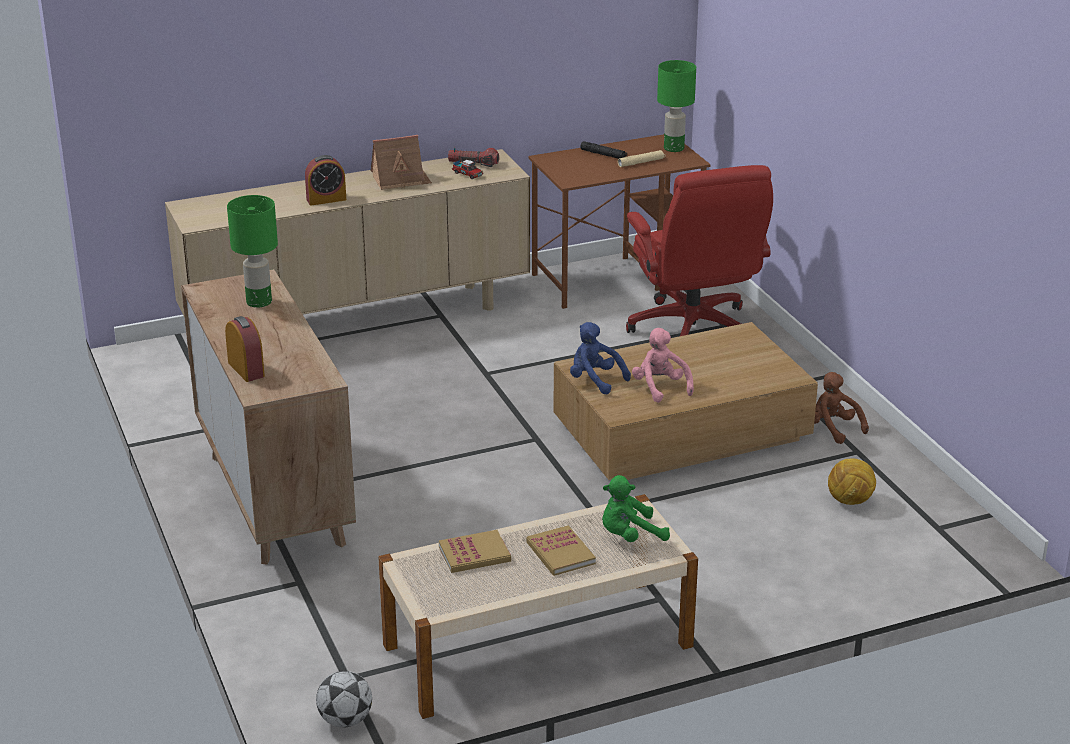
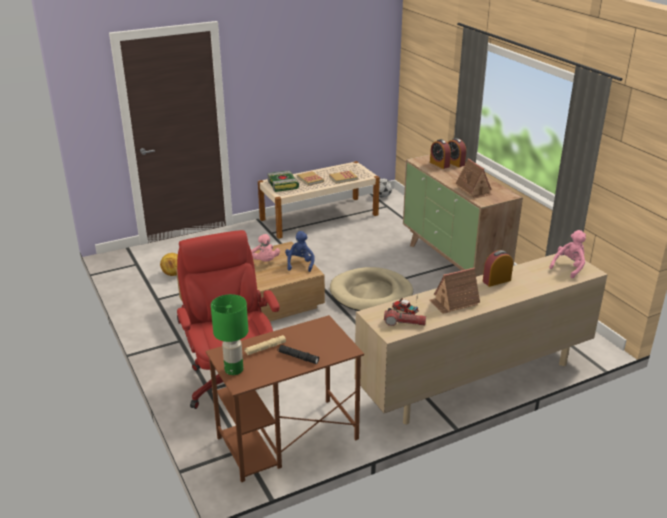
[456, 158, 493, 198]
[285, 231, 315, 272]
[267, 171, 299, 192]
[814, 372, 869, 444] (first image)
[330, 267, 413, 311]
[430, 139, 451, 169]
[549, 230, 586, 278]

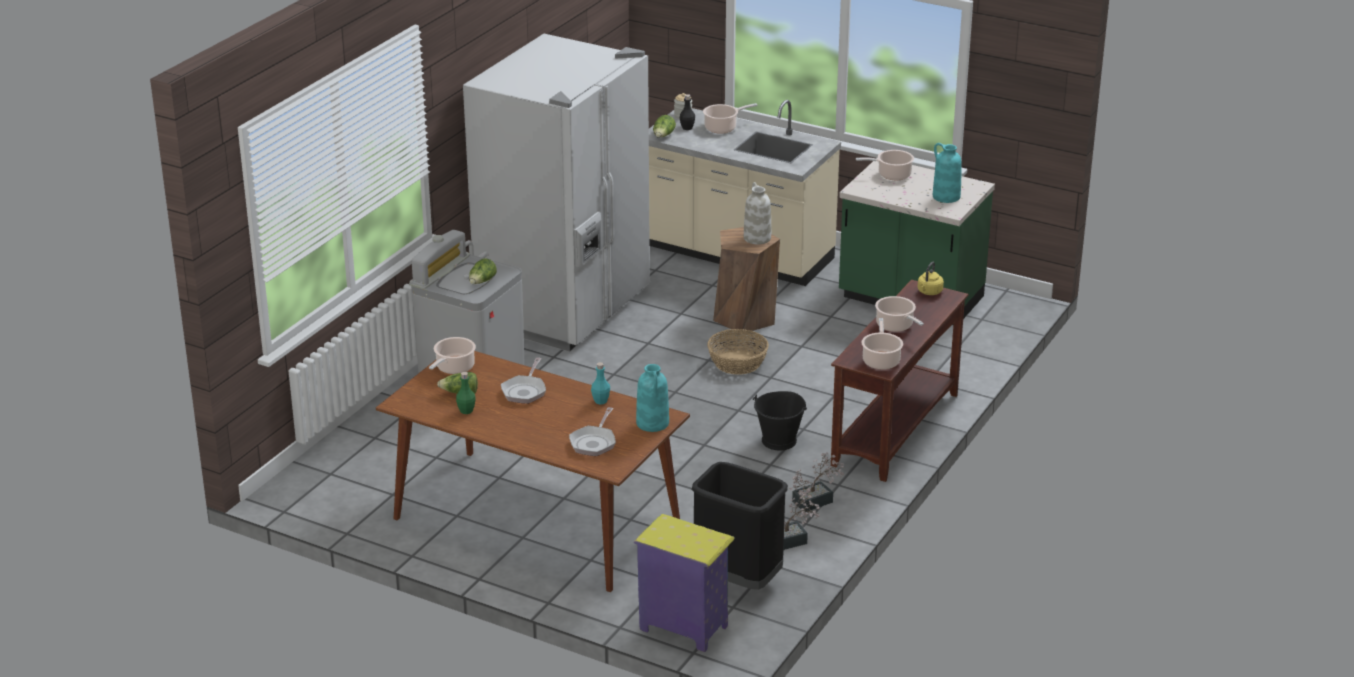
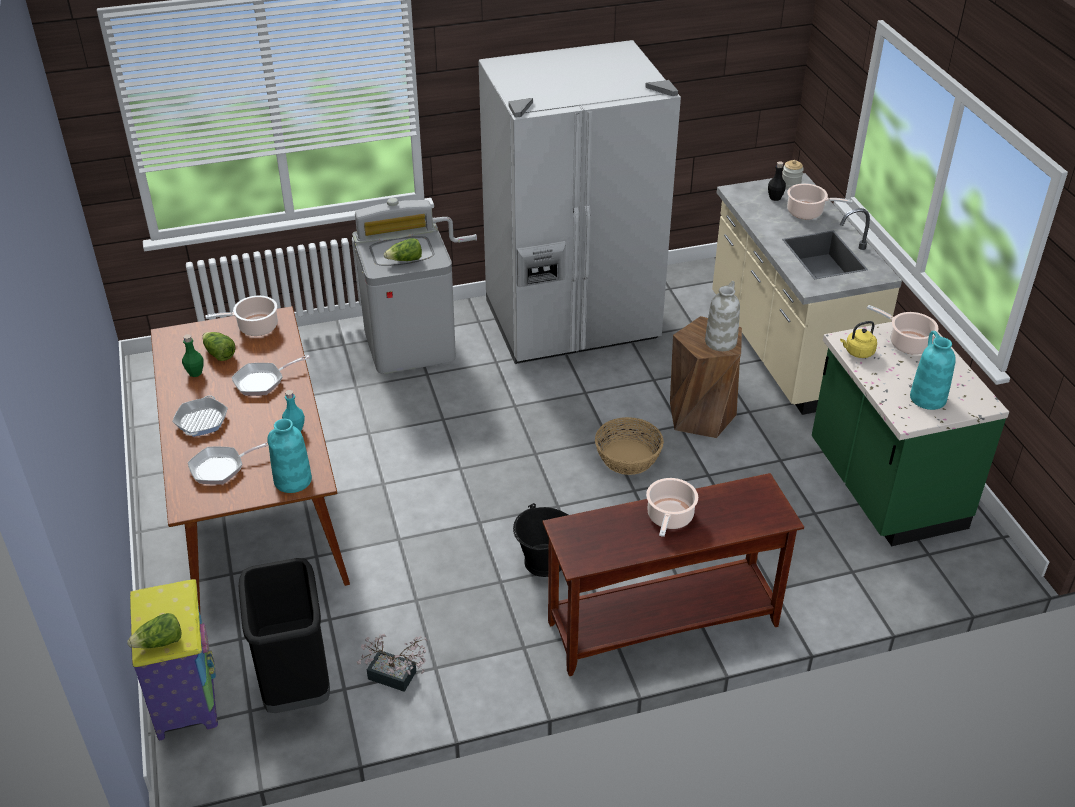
[127, 613, 181, 648]
[789, 452, 845, 512] (first image)
[861, 318, 903, 370] (first image)
[840, 321, 877, 358]
[172, 395, 228, 437]

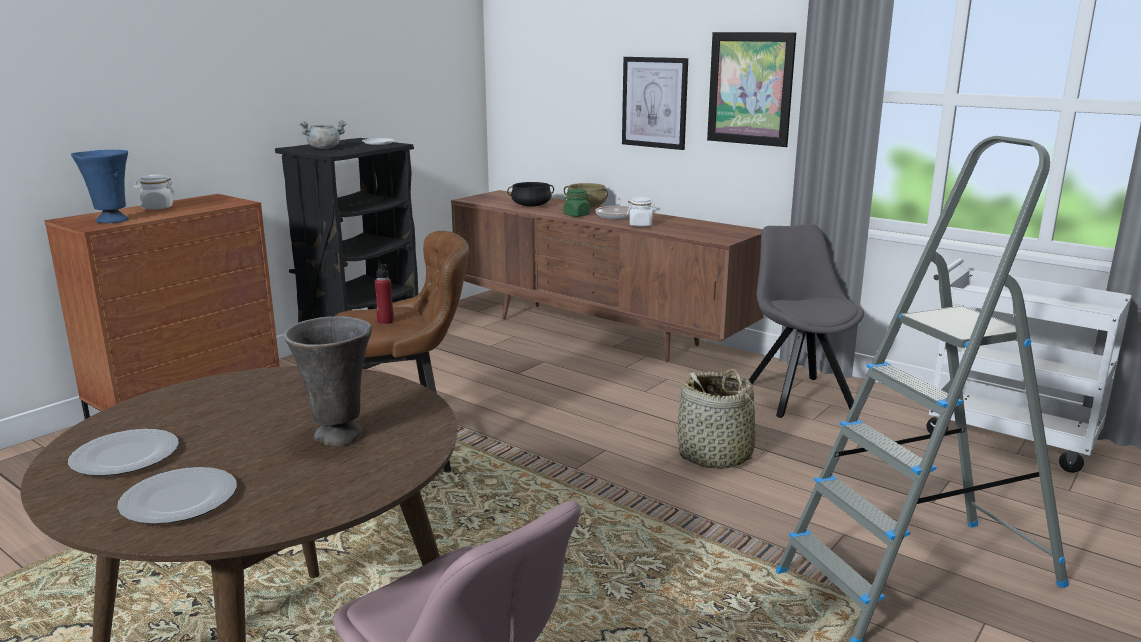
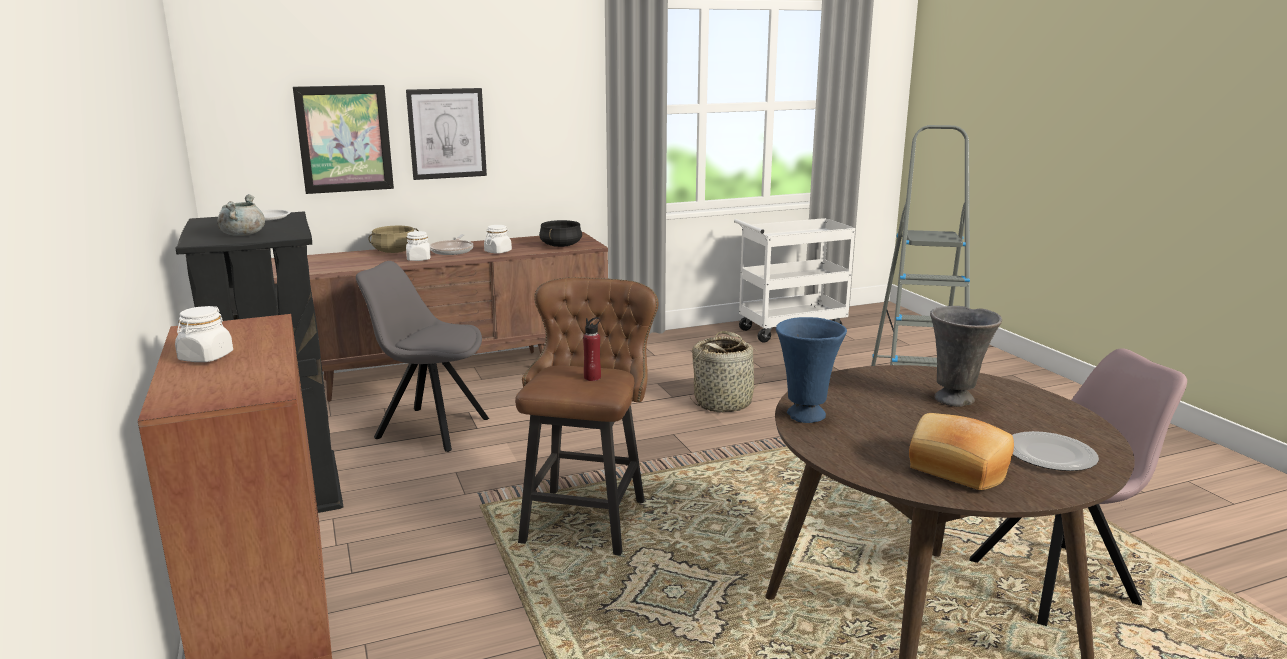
[909, 413, 1014, 490]
[776, 317, 847, 423]
[539, 220, 582, 247]
[406, 231, 431, 261]
[293, 85, 394, 194]
[356, 261, 489, 452]

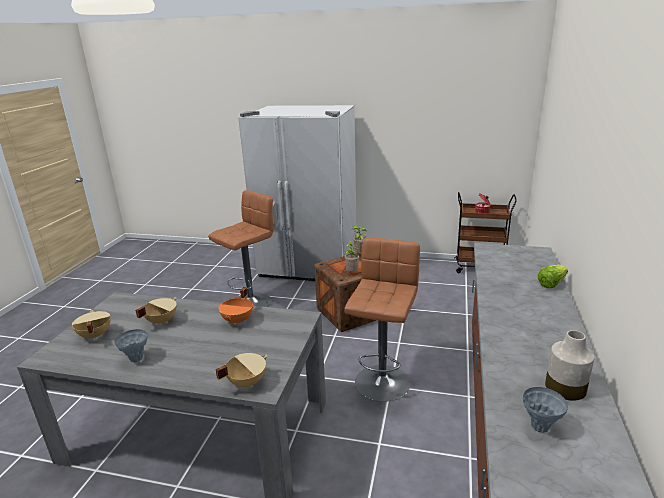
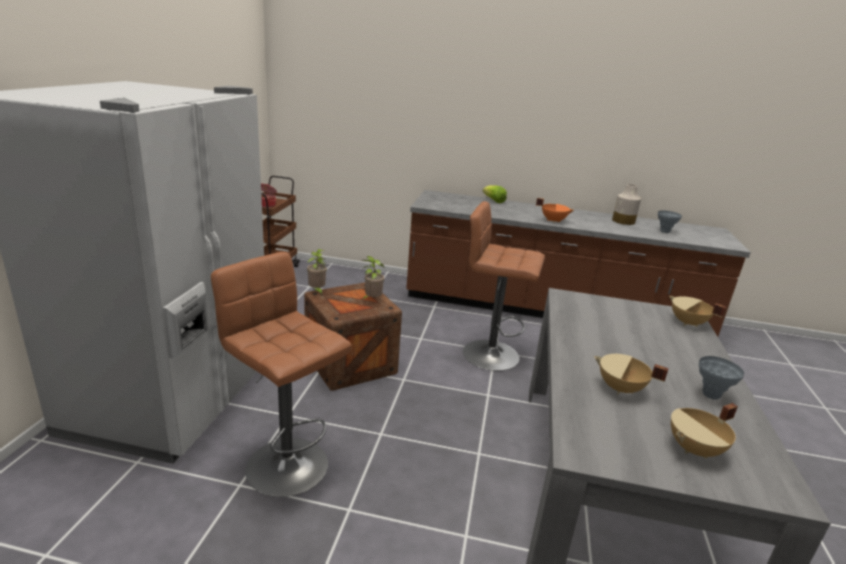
[536, 198, 574, 223]

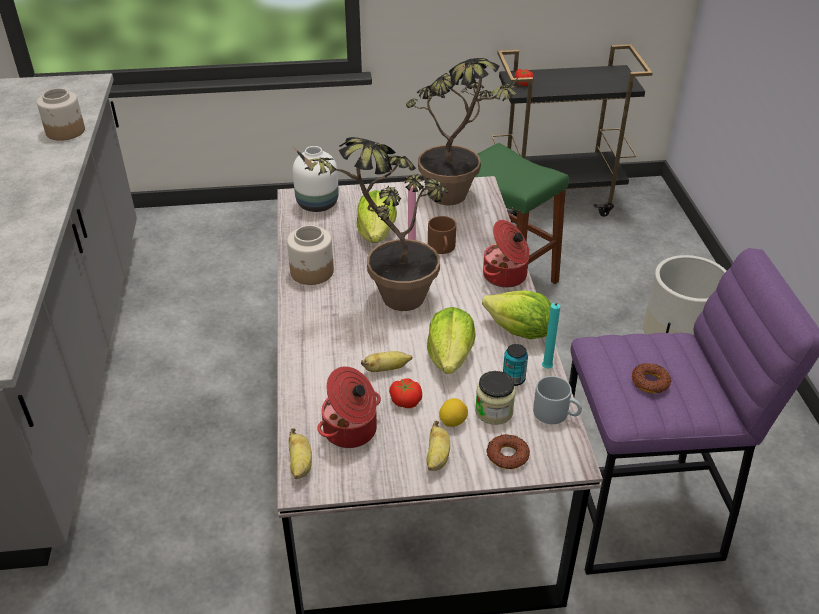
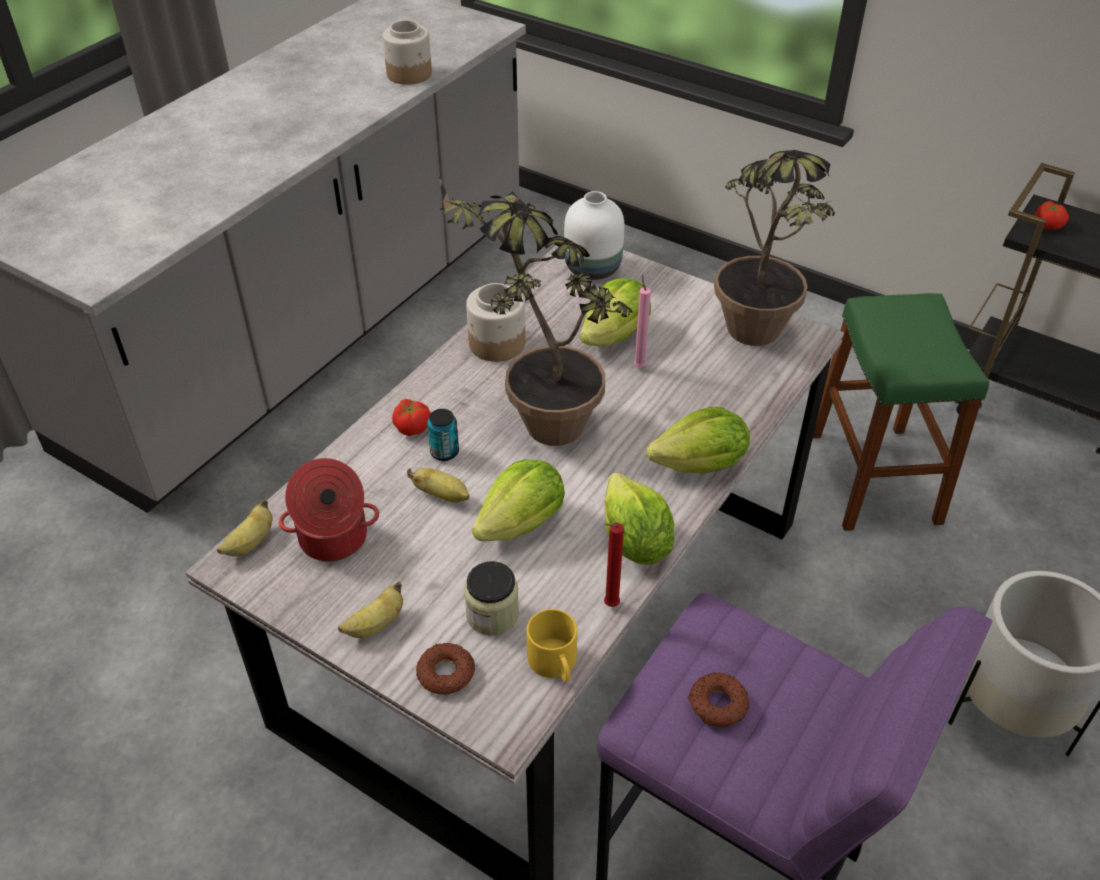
[392, 399, 431, 436]
[428, 216, 456, 254] (first image)
[439, 398, 468, 427] (first image)
[647, 407, 750, 474]
[427, 409, 459, 461]
[527, 609, 577, 682]
[604, 523, 624, 607]

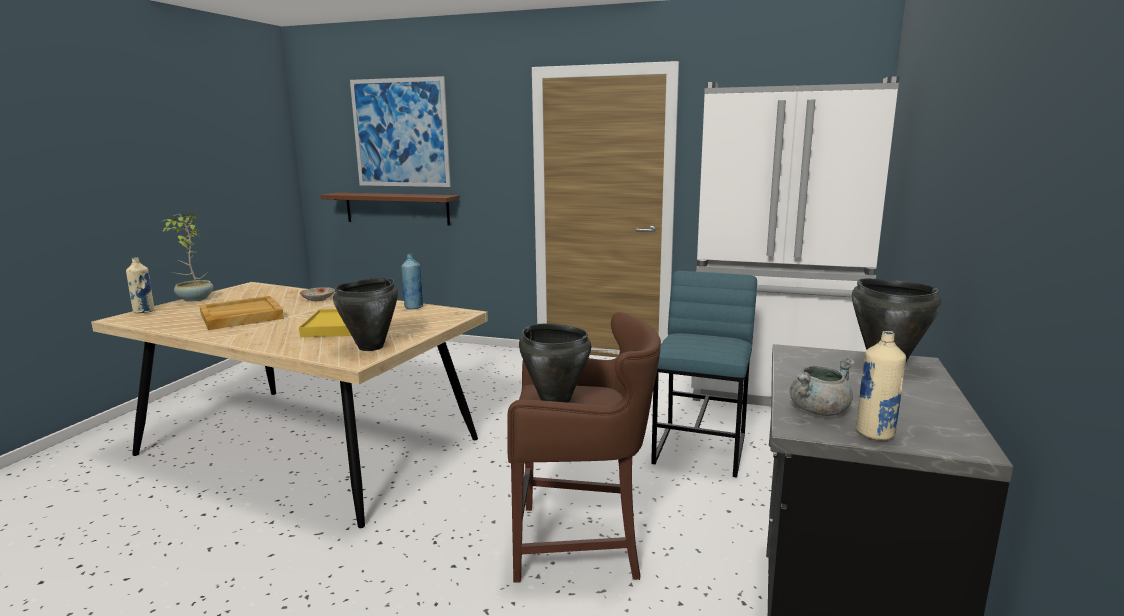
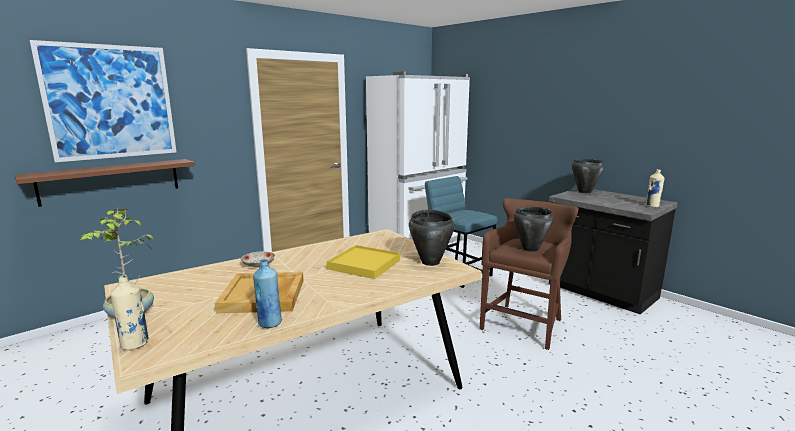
[253, 259, 282, 328]
[790, 357, 855, 416] (first image)

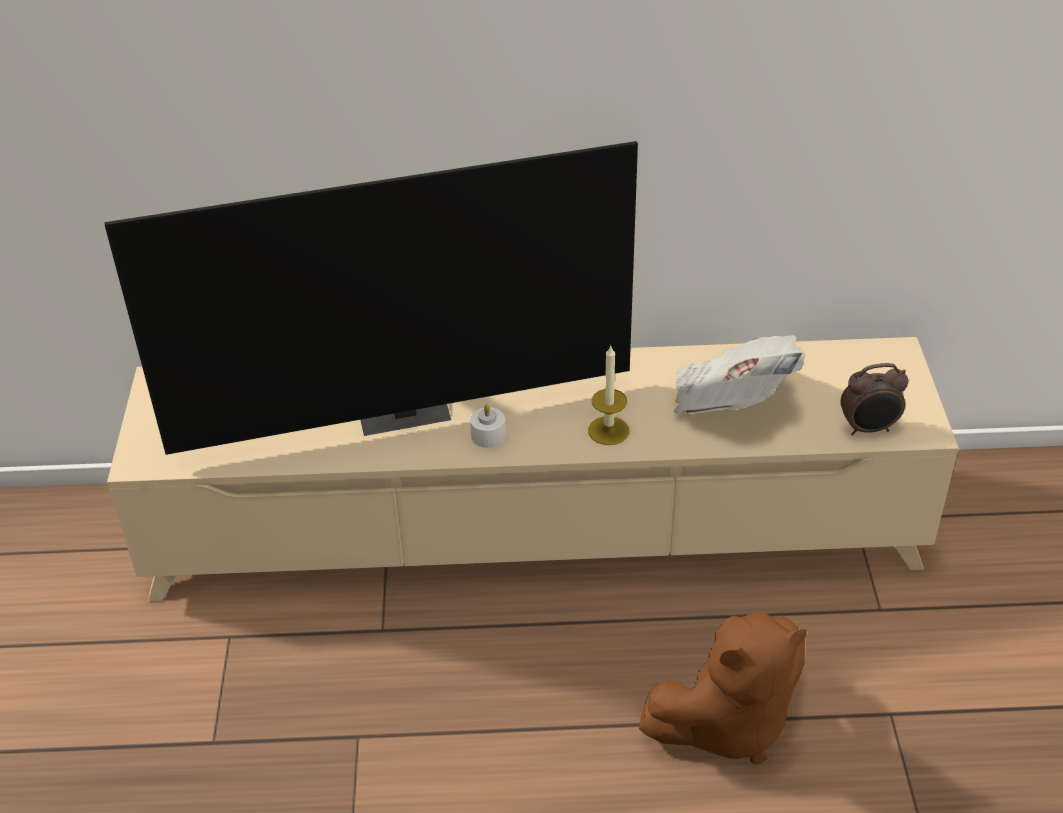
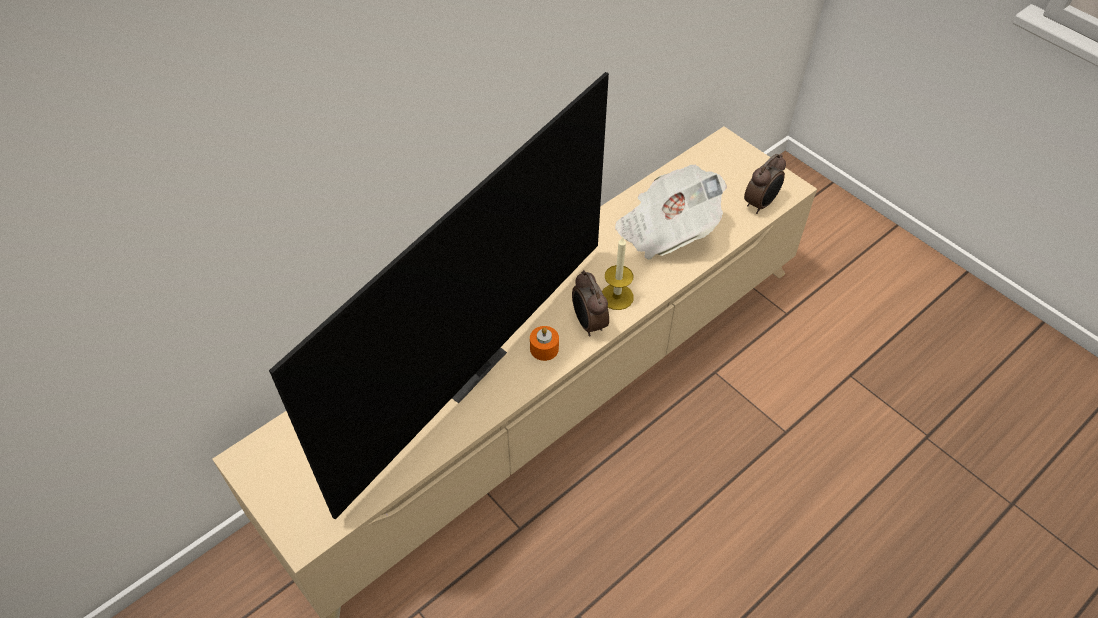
[530, 326, 559, 361]
[639, 612, 806, 765] (first image)
[572, 270, 609, 337]

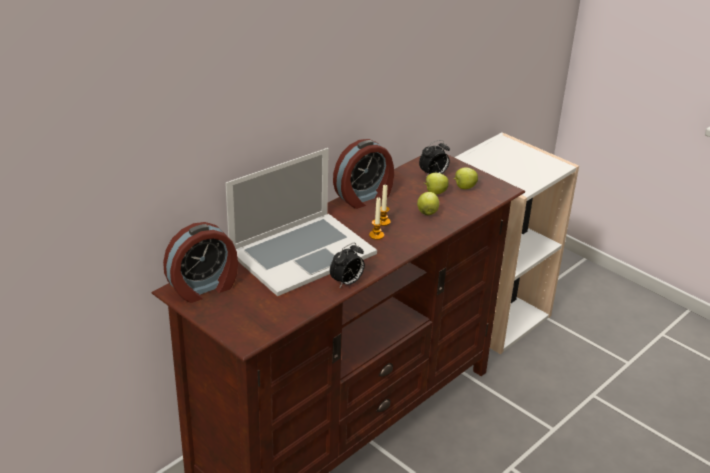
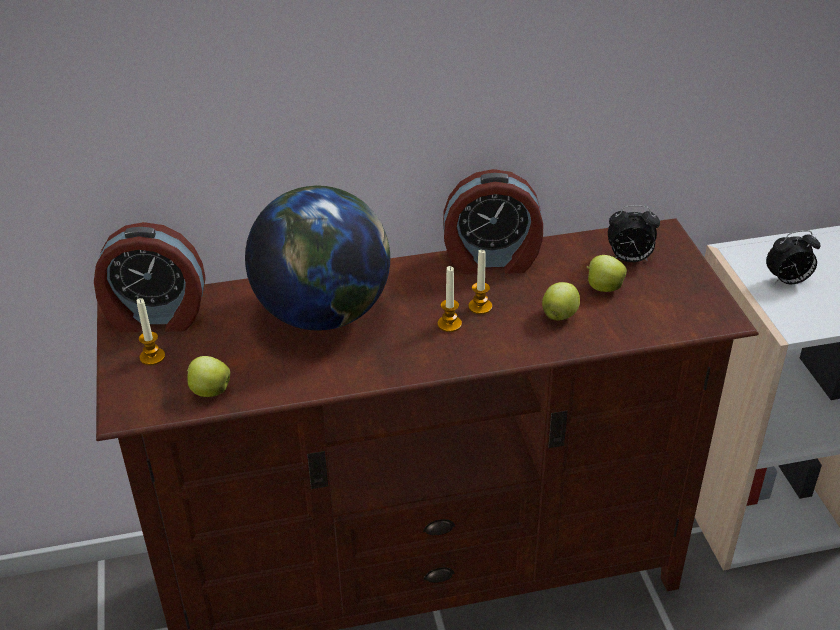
[245, 186, 390, 330]
[766, 230, 821, 285]
[187, 356, 230, 397]
[137, 298, 165, 365]

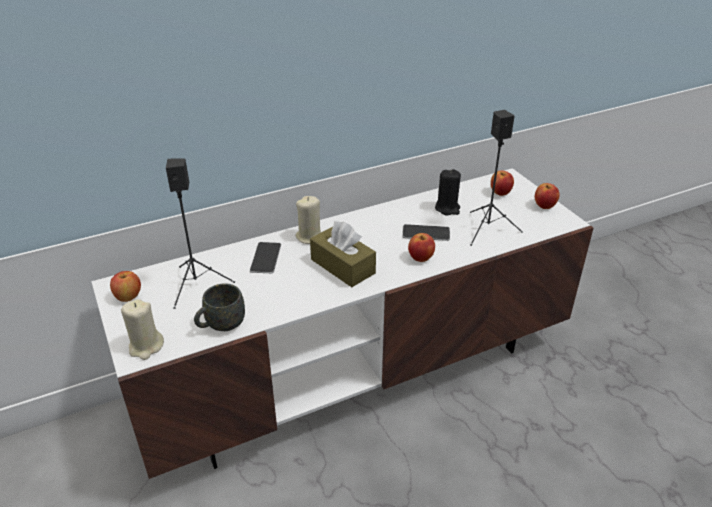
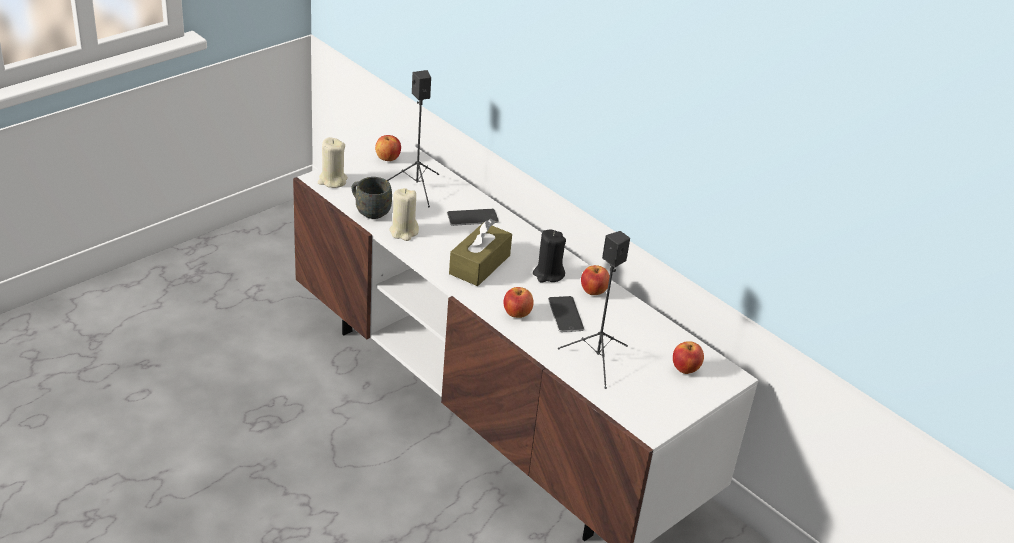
[389, 188, 419, 241]
[533, 230, 566, 283]
[581, 265, 610, 295]

